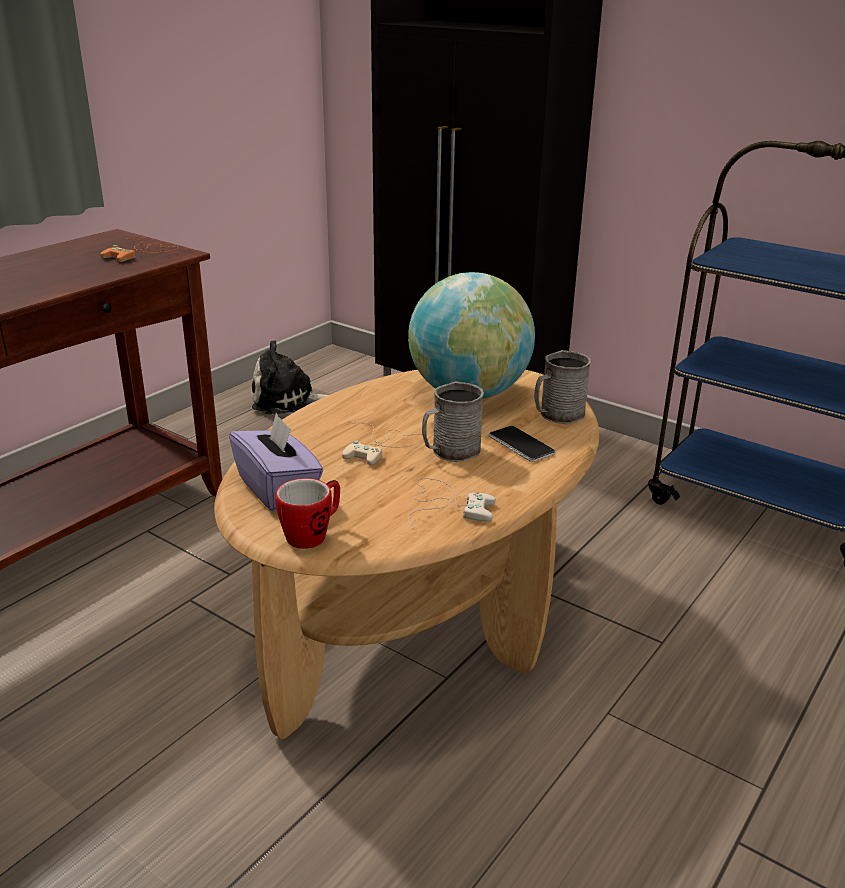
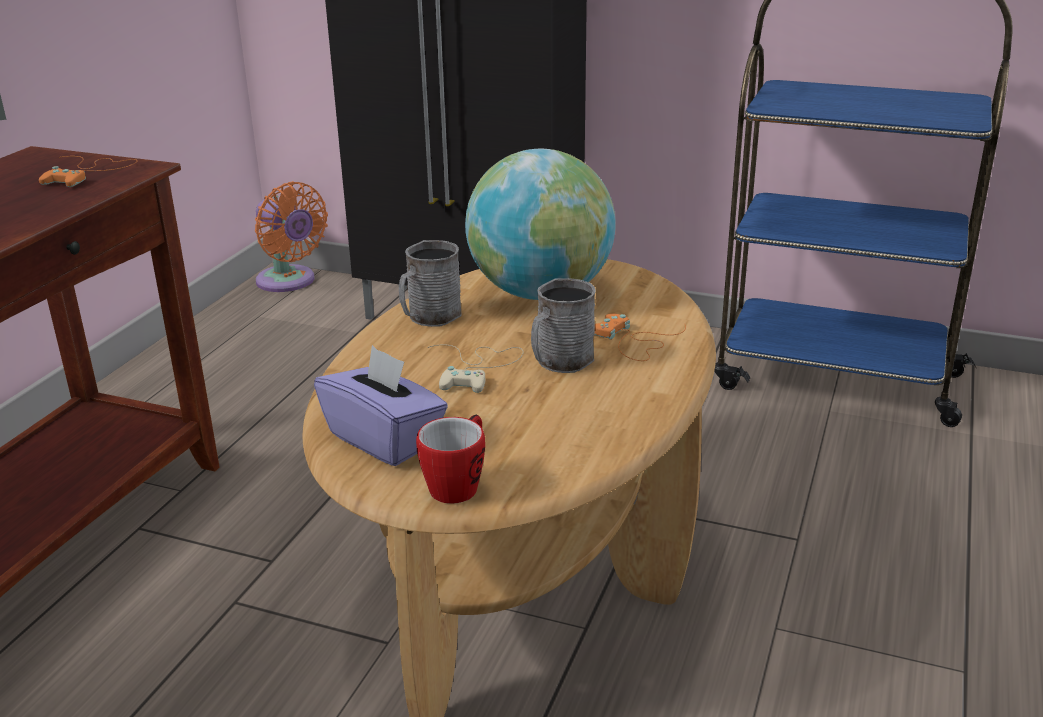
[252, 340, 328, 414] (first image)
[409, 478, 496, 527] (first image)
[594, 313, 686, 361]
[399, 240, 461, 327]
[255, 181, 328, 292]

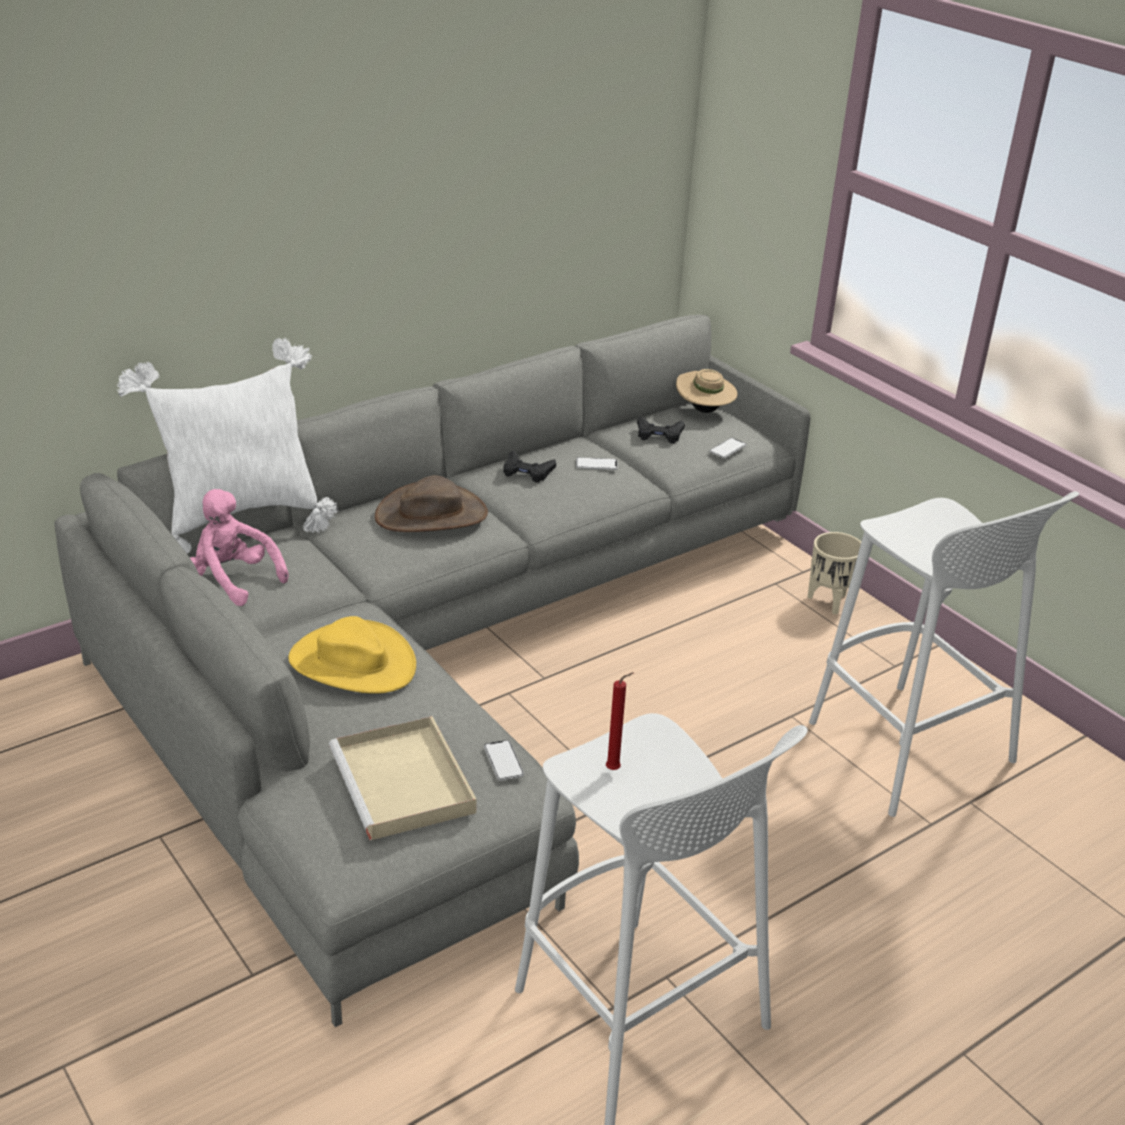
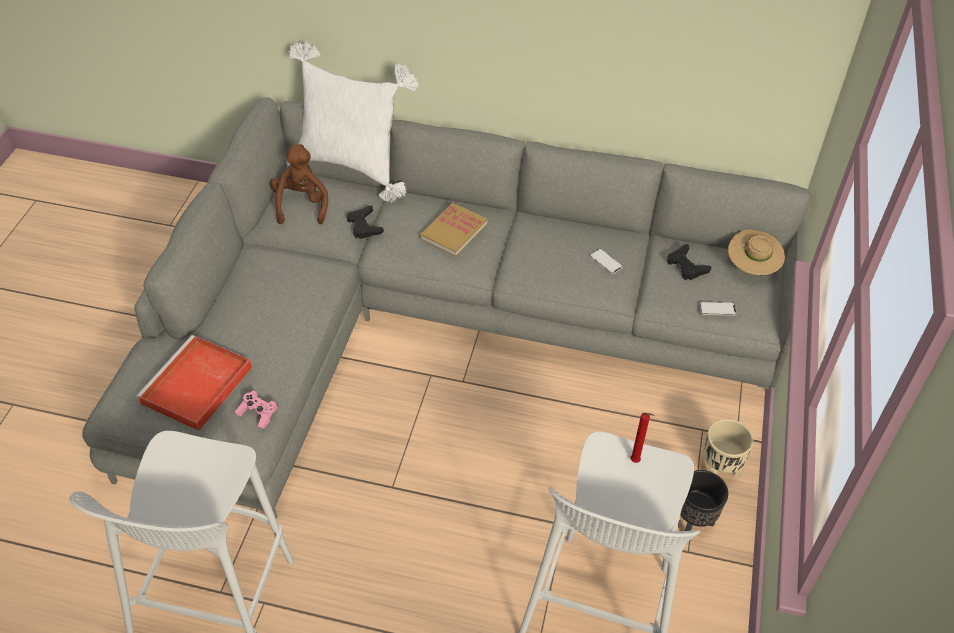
[269, 144, 328, 224]
[288, 616, 416, 694] (first image)
[136, 335, 252, 431]
[420, 203, 488, 257]
[235, 391, 278, 429]
[347, 205, 384, 239]
[630, 413, 655, 463]
[680, 470, 728, 531]

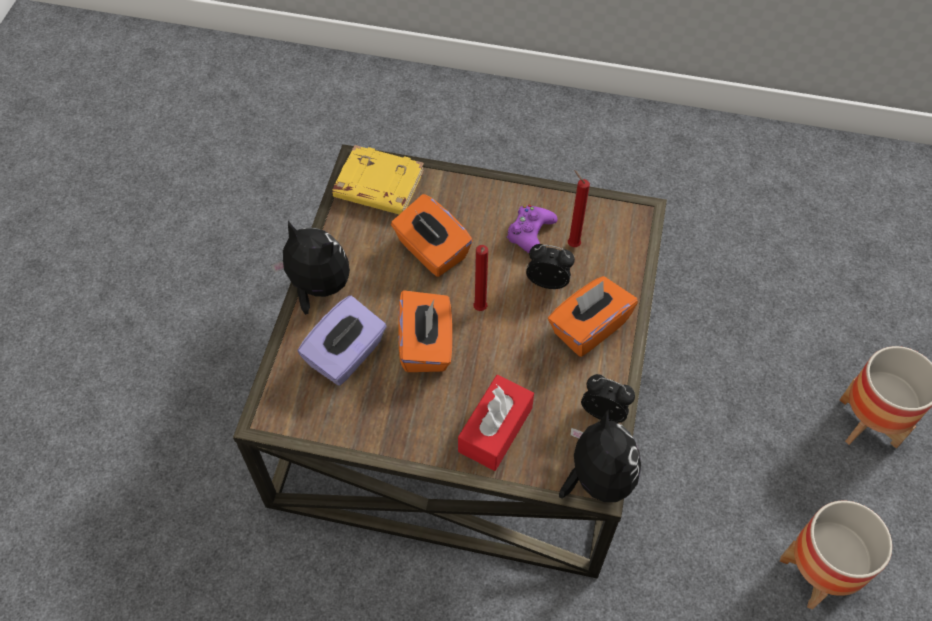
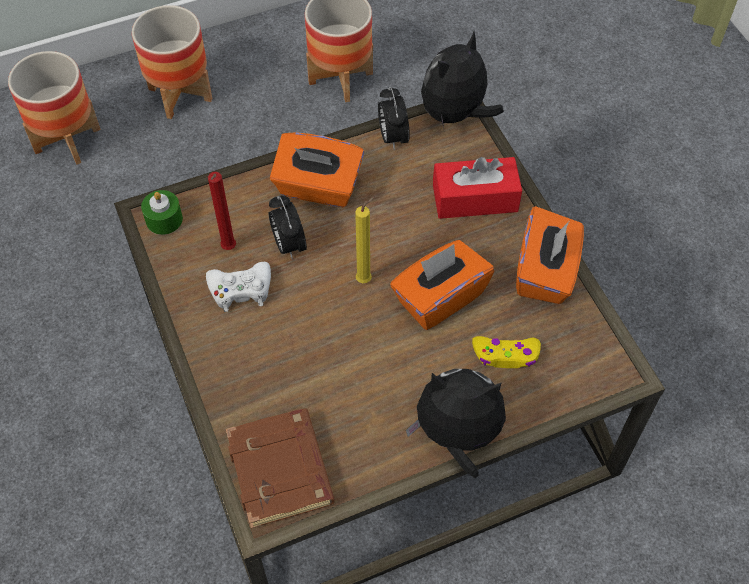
[406, 369, 506, 478]
[472, 336, 541, 368]
[226, 409, 335, 529]
[516, 206, 584, 304]
[355, 196, 375, 283]
[206, 262, 271, 312]
[8, 51, 100, 165]
[141, 190, 183, 235]

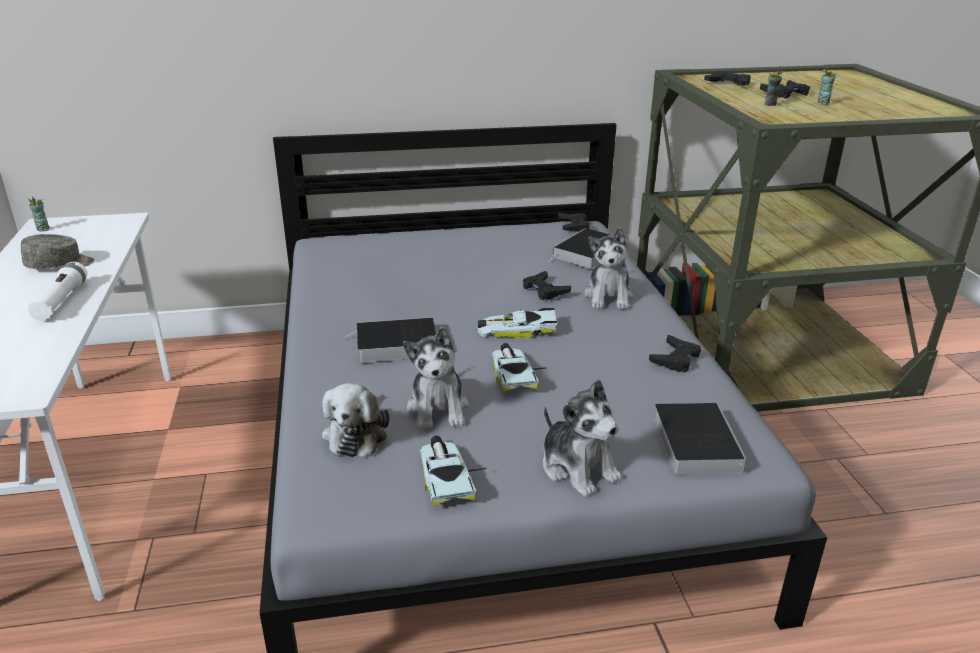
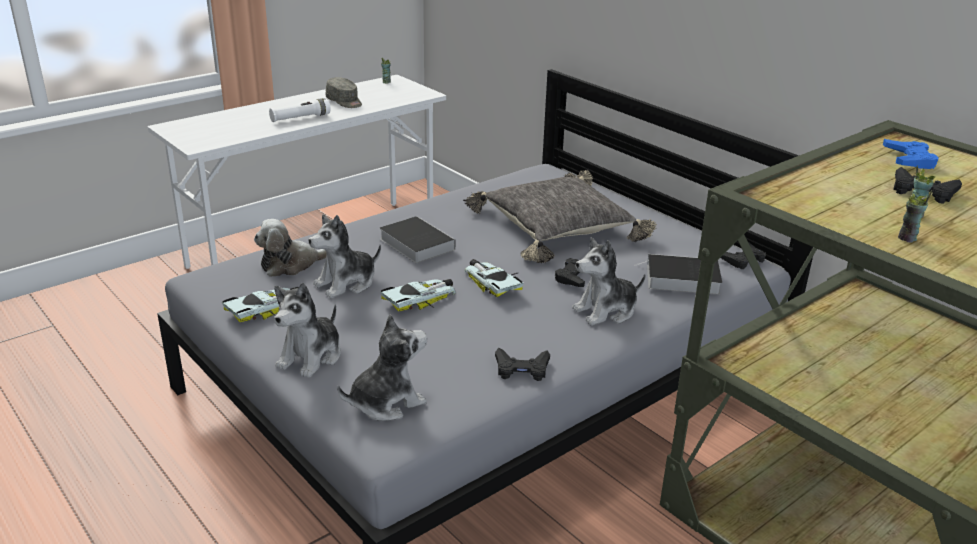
[337, 314, 427, 421]
[883, 139, 939, 169]
[898, 190, 933, 243]
[463, 169, 657, 263]

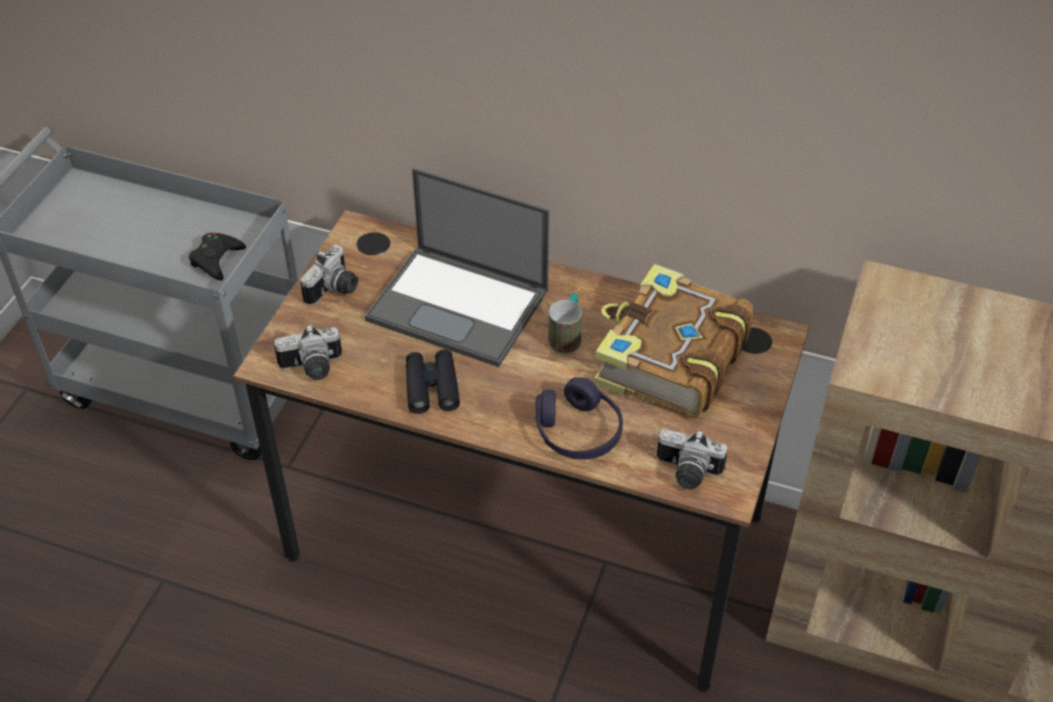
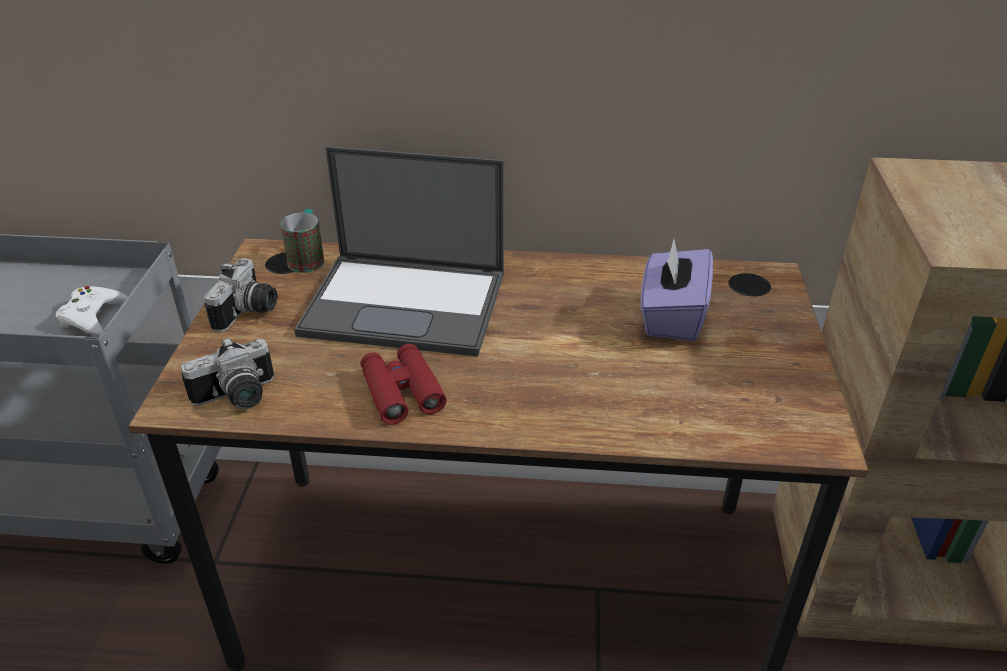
[56, 286, 128, 336]
[360, 344, 447, 425]
[535, 377, 623, 460] (first image)
[280, 209, 324, 273]
[640, 239, 713, 342]
[657, 429, 728, 490] (first image)

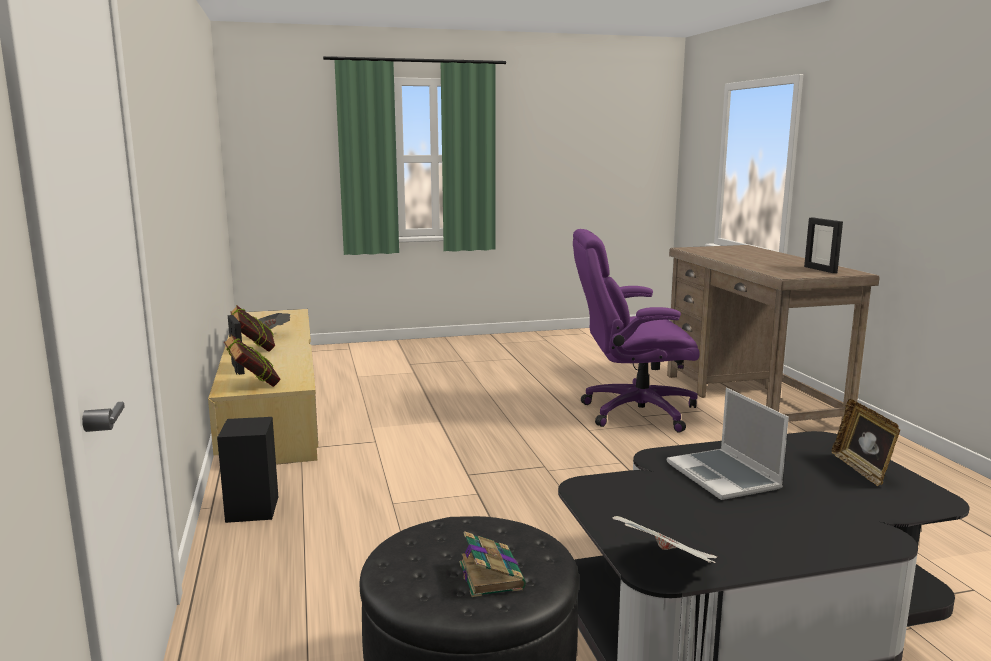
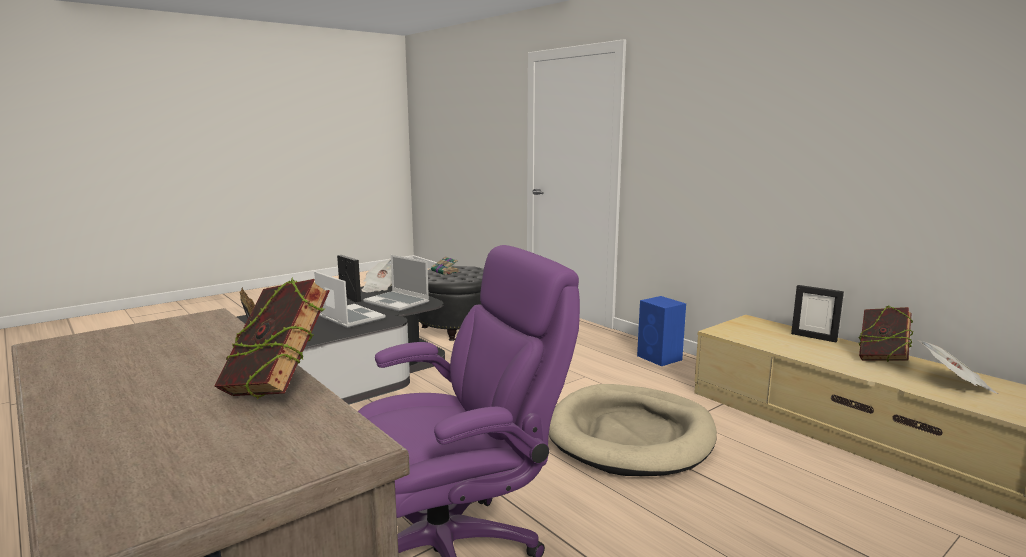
[637, 296, 686, 366]
[214, 278, 329, 400]
[337, 255, 361, 303]
[363, 255, 429, 311]
[549, 384, 717, 476]

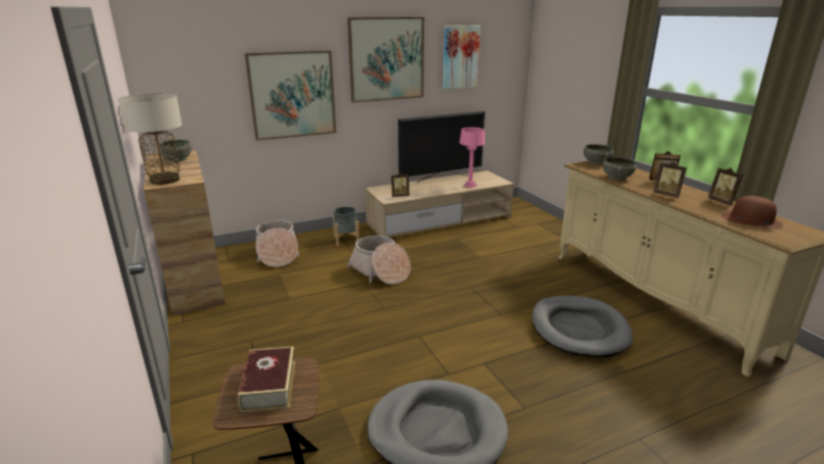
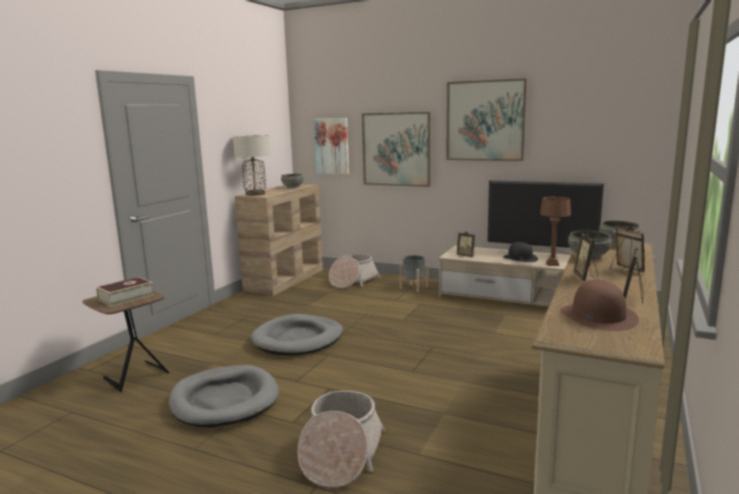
[297, 391, 385, 488]
[314, 118, 349, 174]
[540, 197, 571, 266]
[251, 314, 343, 355]
[503, 242, 538, 262]

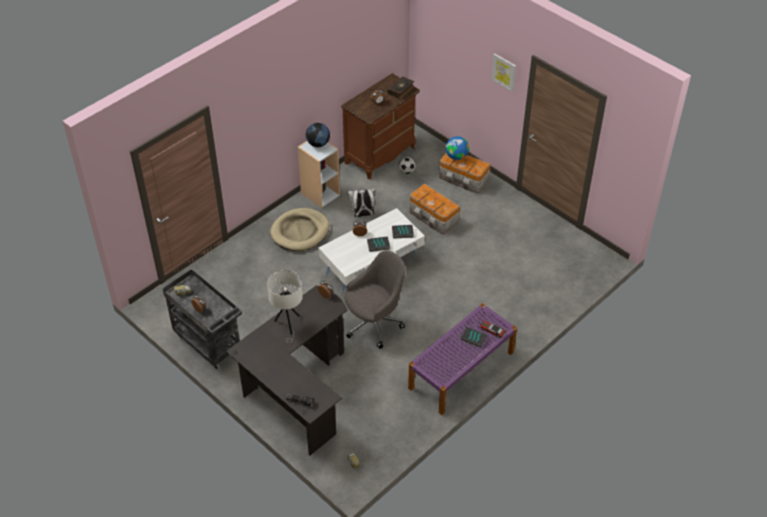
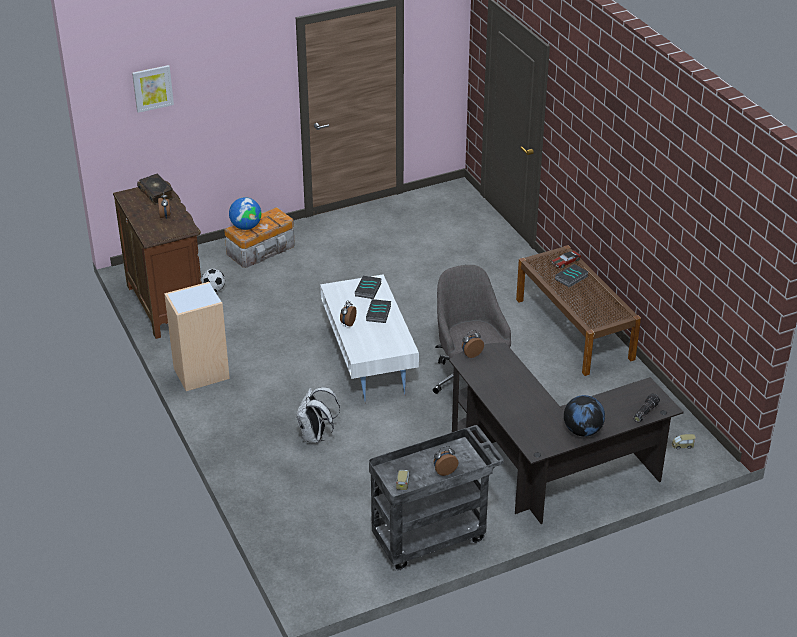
[267, 270, 303, 343] (first image)
[270, 208, 329, 251] (first image)
[564, 395, 605, 437]
[296, 387, 340, 443]
[516, 245, 641, 376]
[410, 183, 460, 234] (first image)
[132, 65, 174, 113]

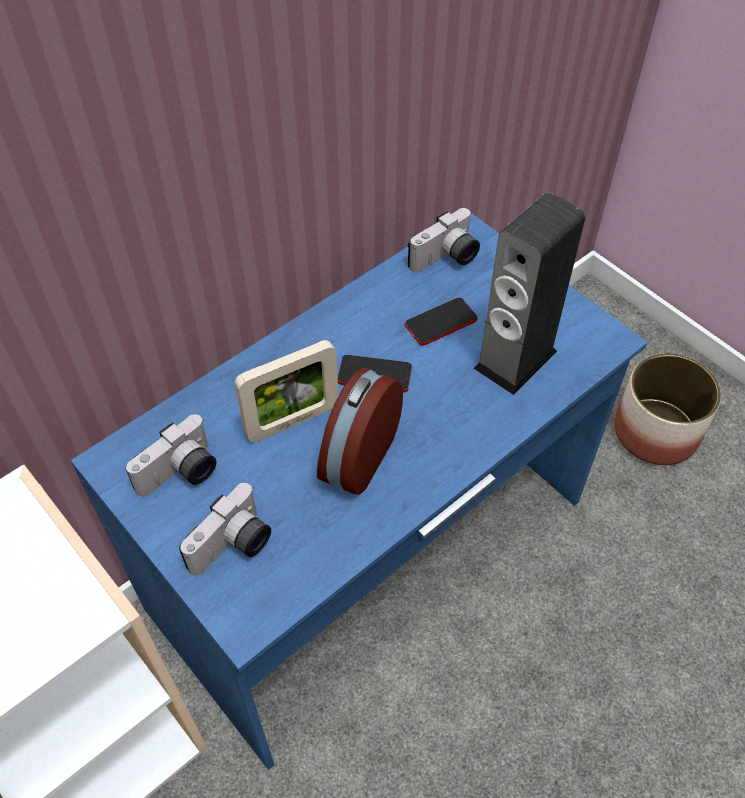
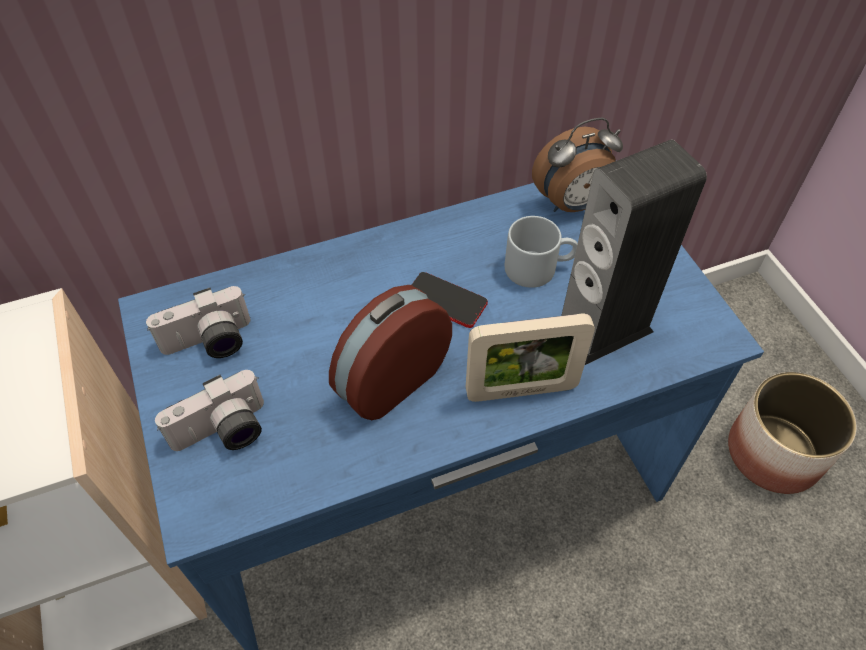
[466, 314, 595, 402]
[505, 216, 578, 288]
[532, 118, 623, 212]

